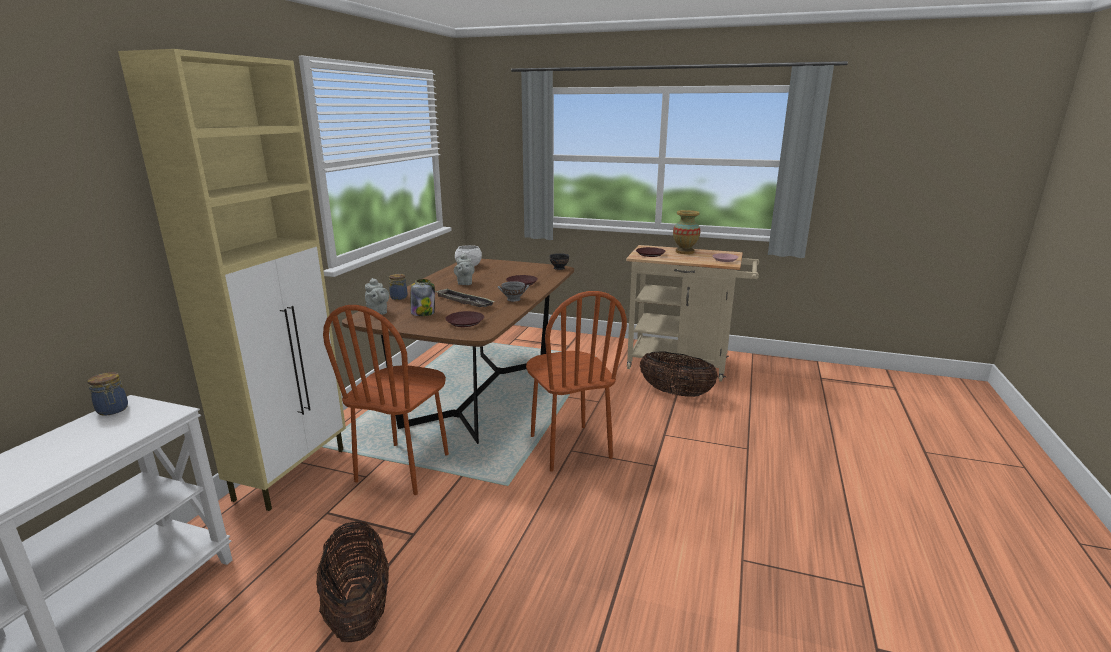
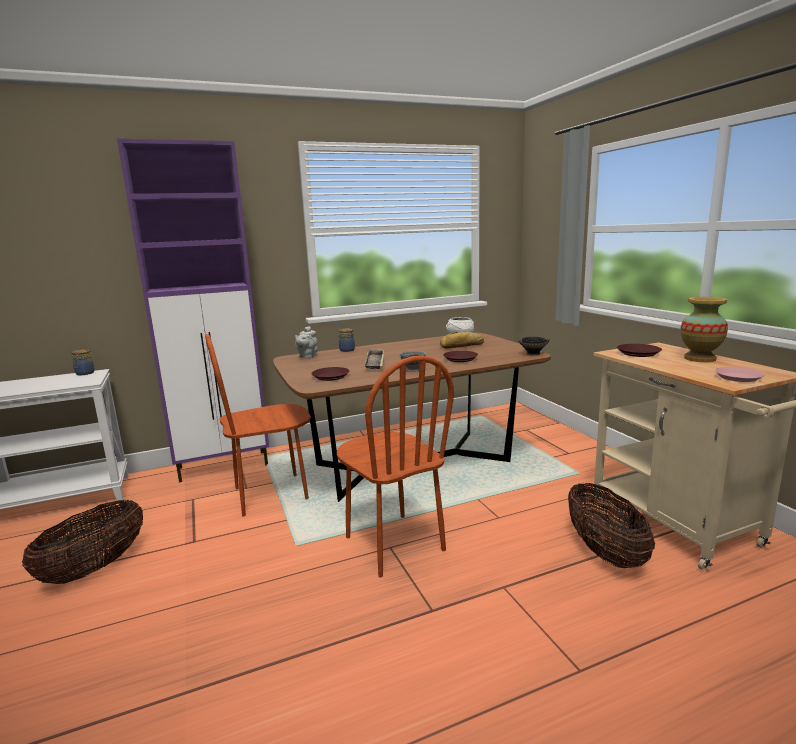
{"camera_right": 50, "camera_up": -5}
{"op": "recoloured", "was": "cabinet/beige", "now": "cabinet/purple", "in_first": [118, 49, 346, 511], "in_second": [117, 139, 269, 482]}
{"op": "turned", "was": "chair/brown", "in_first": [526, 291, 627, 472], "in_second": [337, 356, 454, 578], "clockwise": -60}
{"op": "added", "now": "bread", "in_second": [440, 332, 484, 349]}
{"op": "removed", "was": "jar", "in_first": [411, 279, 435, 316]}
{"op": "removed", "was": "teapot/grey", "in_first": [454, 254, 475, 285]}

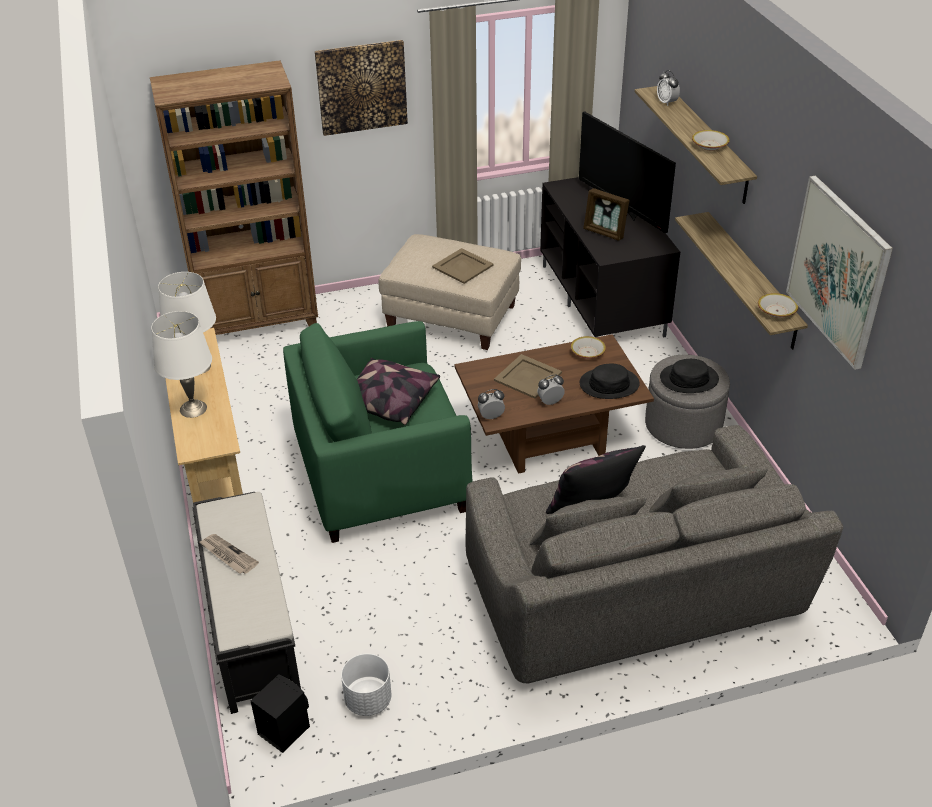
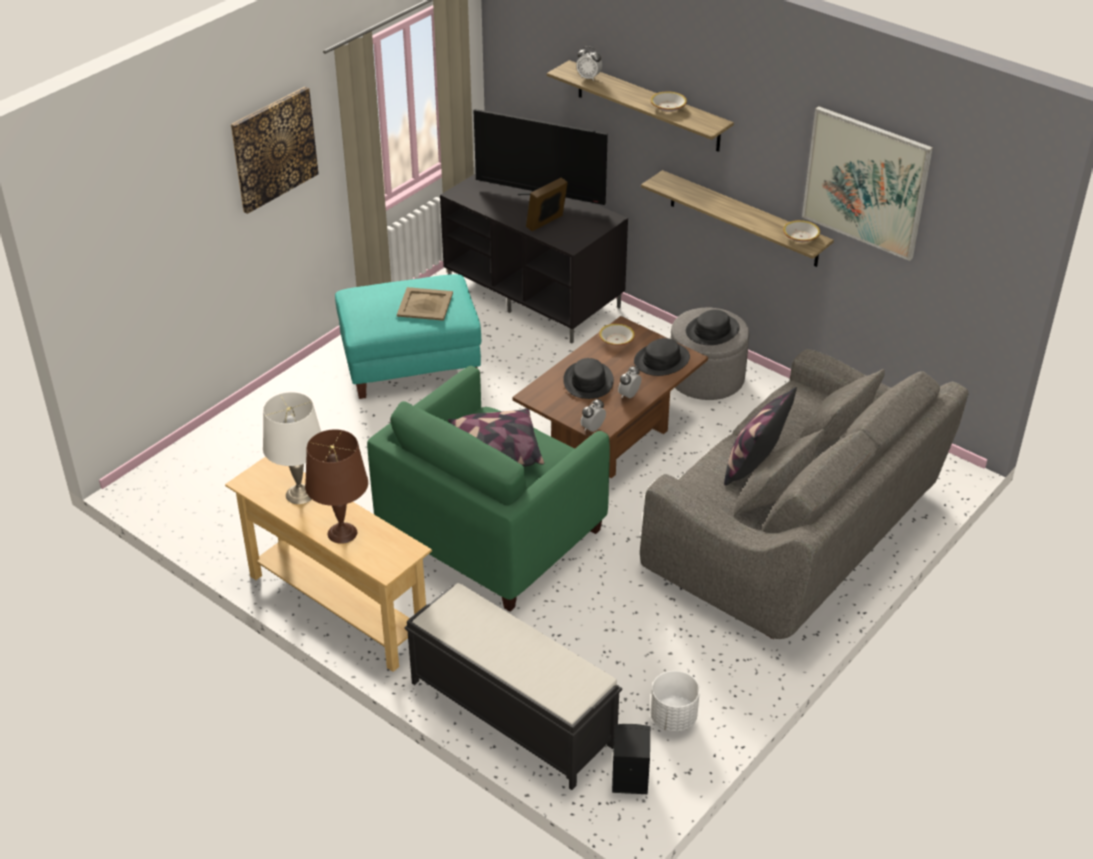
{"camera_right": -35, "camera_up": 0}
{"op": "recoloured", "was": "table lamp/white", "now": "table lamp/brown", "in_first": [151, 311, 212, 418], "in_second": [305, 429, 368, 544]}
{"op": "recoloured", "was": "ottoman/beige", "now": "ottoman/turquoise", "in_first": [379, 234, 521, 350], "in_second": [335, 274, 481, 399]}
{"op": "turned", "was": "picture frame", "in_first": [583, 188, 630, 241], "in_second": [526, 177, 568, 231], "clockwise": 135}
{"op": "replaced", "was": "tray/beige", "now": "hat/black", "in_first": [494, 354, 562, 399], "in_second": [563, 358, 614, 399]}
{"op": "removed", "was": "bookcase/brown", "in_first": [150, 60, 318, 335]}
{"op": "removed", "was": "newspaper", "in_first": [199, 534, 259, 574]}

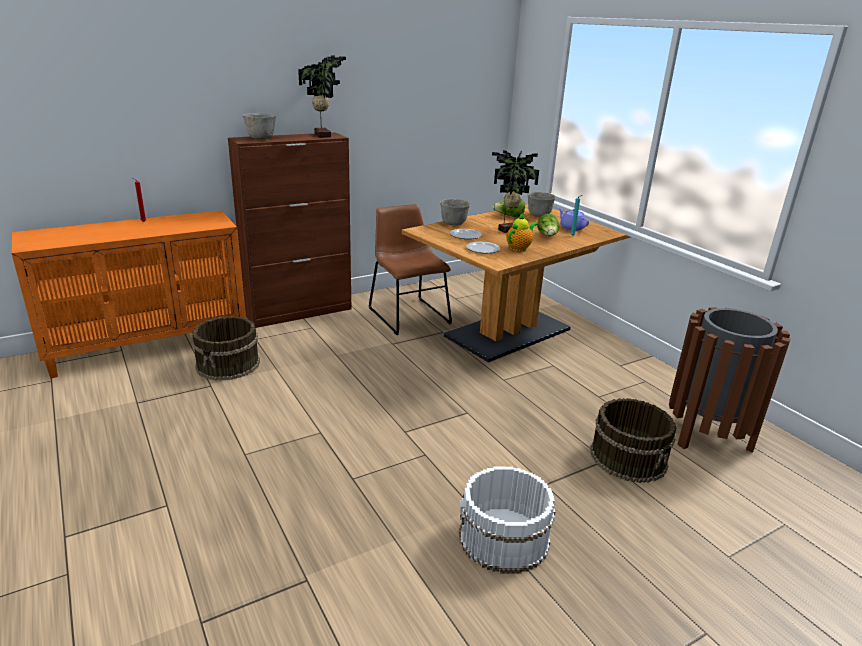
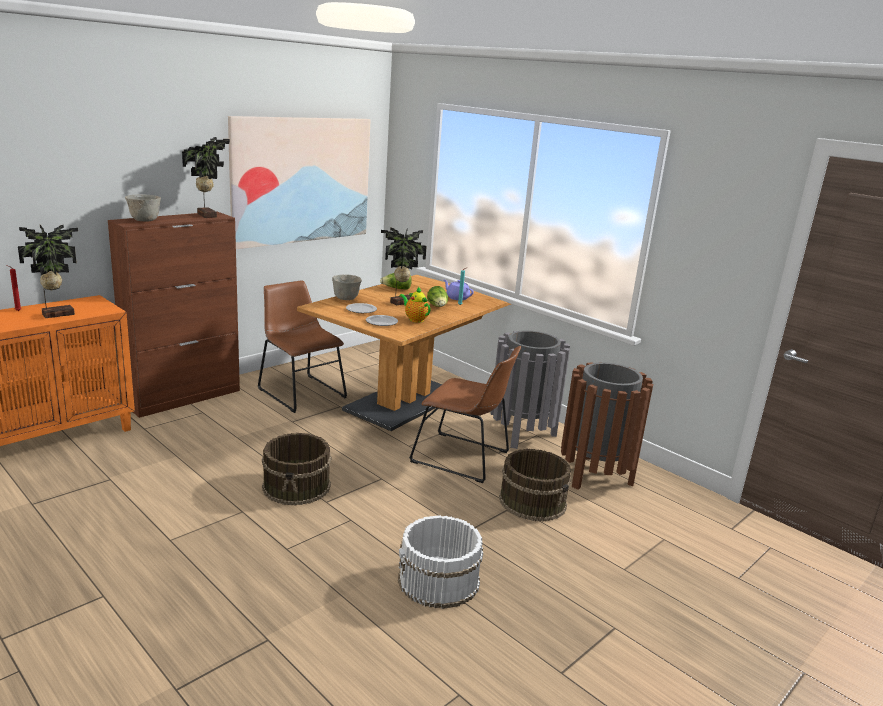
{"camera_right": -15, "camera_up": -5}
{"op": "added", "now": "potted plant", "in_second": [18, 225, 78, 318]}
{"op": "added", "now": "picture", "in_second": [228, 116, 371, 249]}
{"op": "moved", "was": "bucket/brown", "in_first": [192, 316, 260, 381], "in_second": [262, 433, 332, 506]}
{"op": "turned", "was": "teapot", "in_first": [506, 213, 537, 251], "in_second": [399, 286, 430, 323], "clockwise": -75}
{"op": "added", "now": "chair/brown", "in_second": [409, 346, 521, 483]}
{"op": "added", "now": "trash can/grey", "in_second": [490, 331, 570, 449]}
{"op": "removed", "was": "bowl/grey", "in_first": [528, 192, 556, 217]}

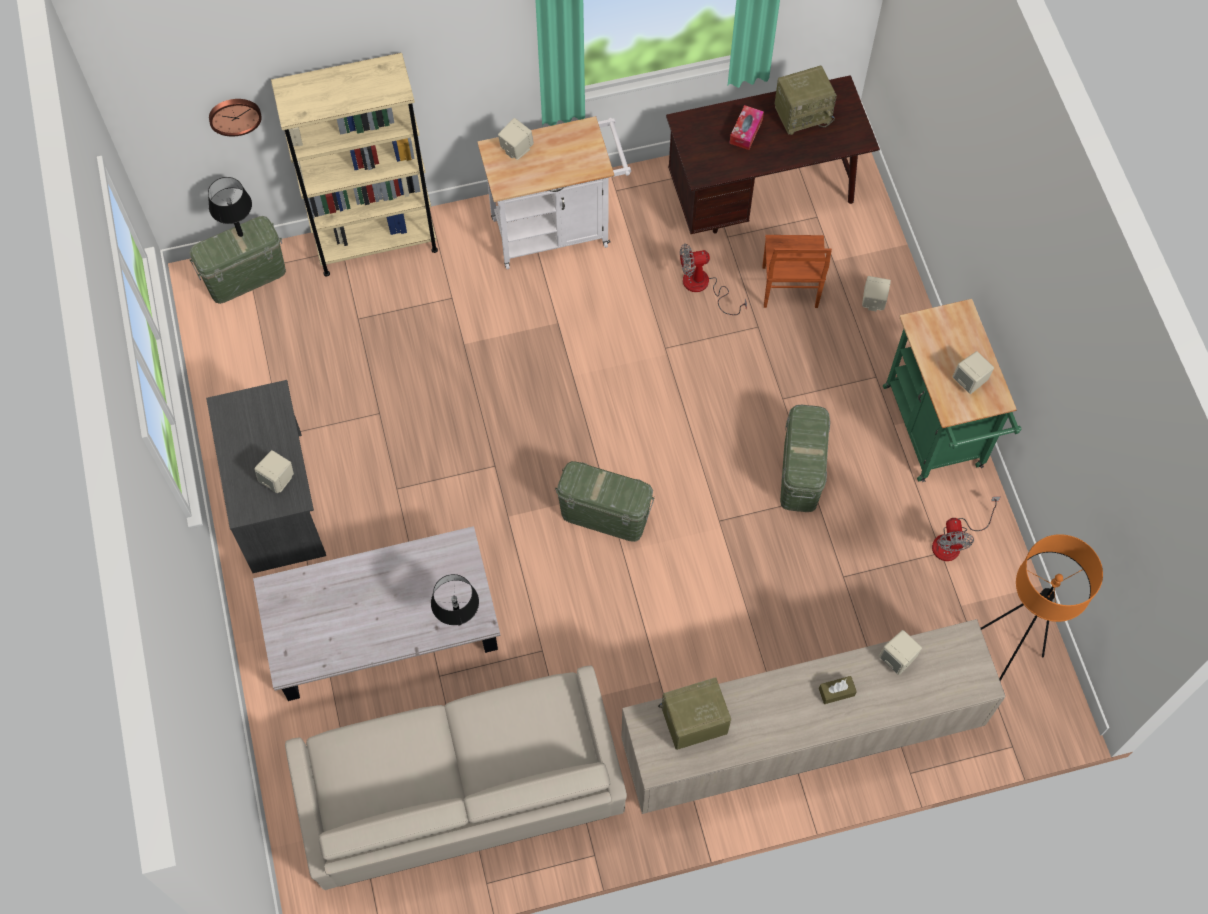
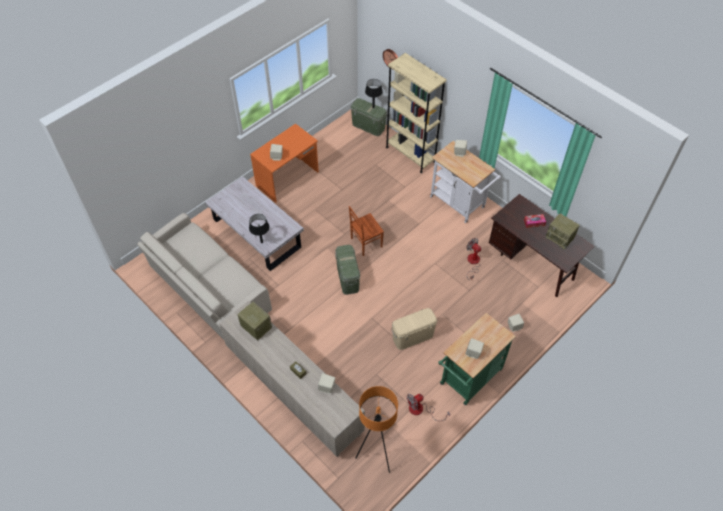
{"camera_right": 60, "camera_up": -10}
{"op": "recoloured", "was": "desk/grey", "now": "desk/orange", "in_first": [206, 380, 326, 573], "in_second": [250, 124, 319, 203]}
{"op": "moved", "was": "chair/brown", "in_first": [762, 235, 832, 308], "in_second": [349, 206, 384, 256]}
{"op": "recoloured", "was": "storage box/green", "now": "storage box/beige", "in_first": [780, 405, 830, 512], "in_second": [391, 308, 438, 350]}

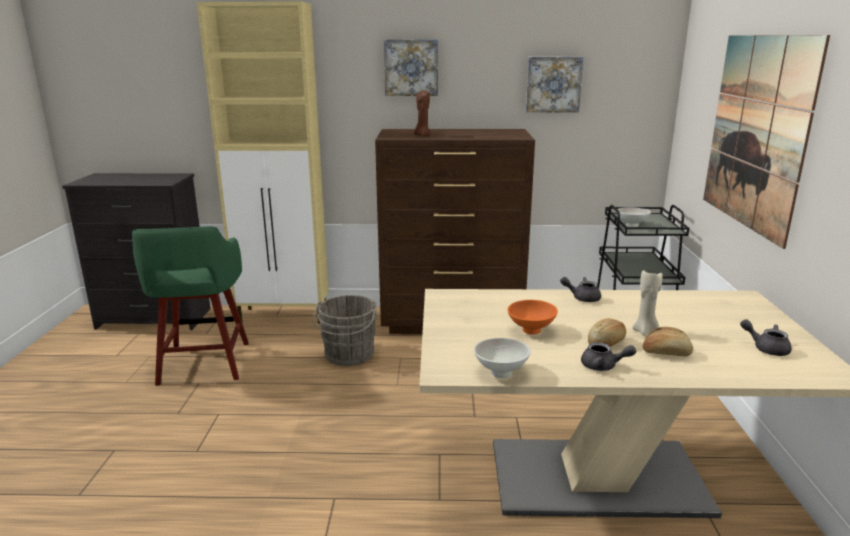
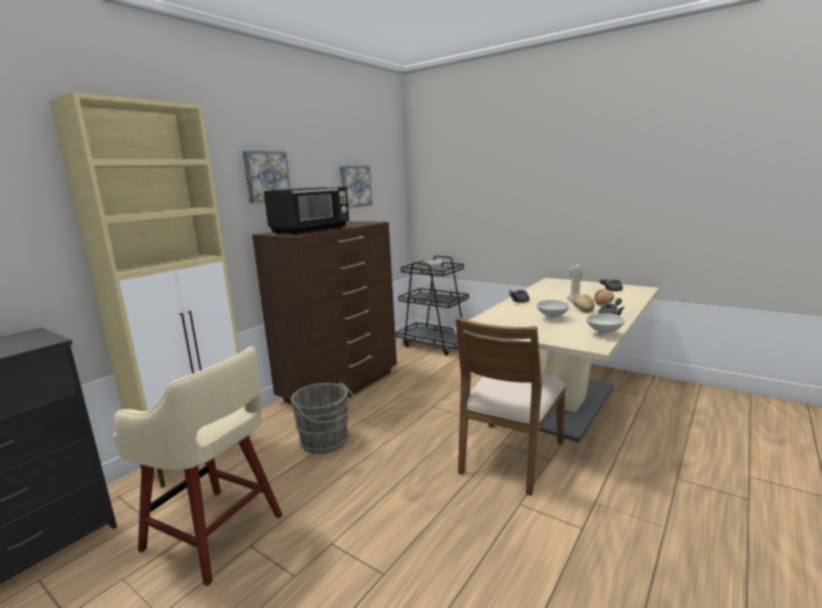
{"camera_right": -55, "camera_up": -5}
{"op": "recoloured", "was": "stool/green", "now": "stool/beige", "in_first": [132, 226, 249, 386], "in_second": [113, 346, 282, 586]}
{"op": "replaced", "was": "candle/brown", "now": "microwave/black", "in_first": [414, 90, 431, 136], "in_second": [264, 187, 349, 235]}
{"op": "added", "now": "chair/brown", "in_second": [456, 317, 566, 496]}
{"op": "recoloured", "was": "bowl/orange", "now": "bowl/white", "in_first": [507, 300, 558, 334], "in_second": [536, 300, 570, 321]}
{"op": "removed", "was": "picture", "in_first": [703, 35, 830, 249]}

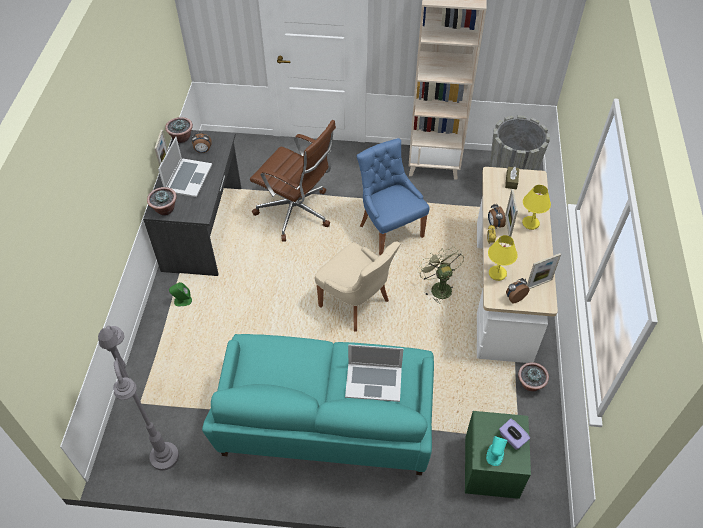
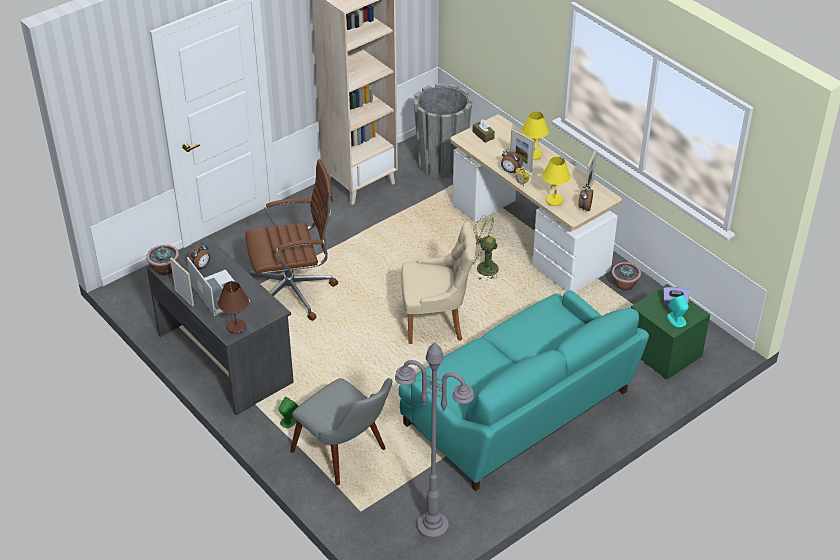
{"camera_right": -45, "camera_up": -10}
{"op": "replaced", "was": "potted plant", "now": "table lamp/brown", "in_first": [147, 187, 177, 216], "in_second": [218, 281, 249, 334]}
{"op": "added", "now": "chair/grey", "in_second": [290, 378, 393, 485]}
{"op": "removed", "was": "laptop", "in_first": [345, 344, 404, 402]}
{"op": "removed", "was": "chair/blue", "in_first": [357, 138, 430, 255]}

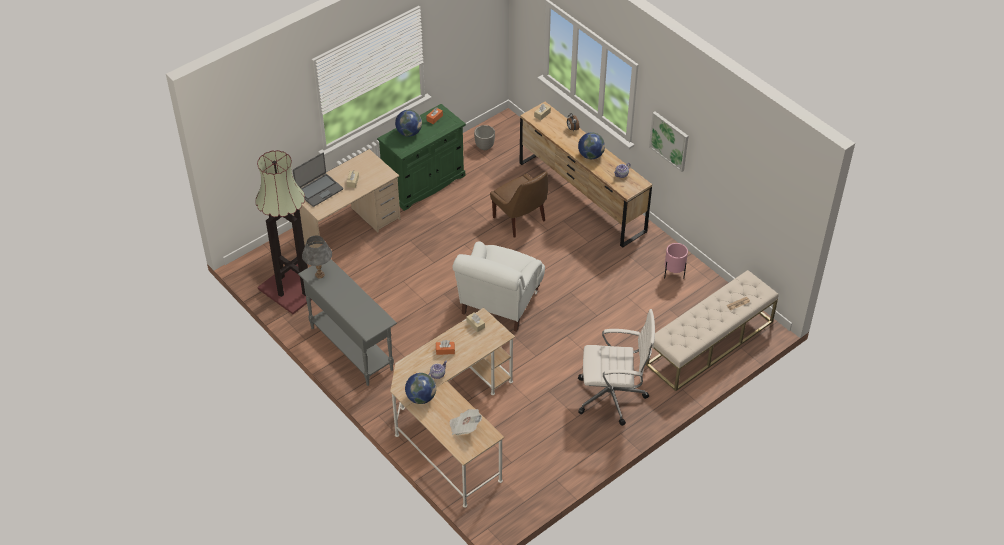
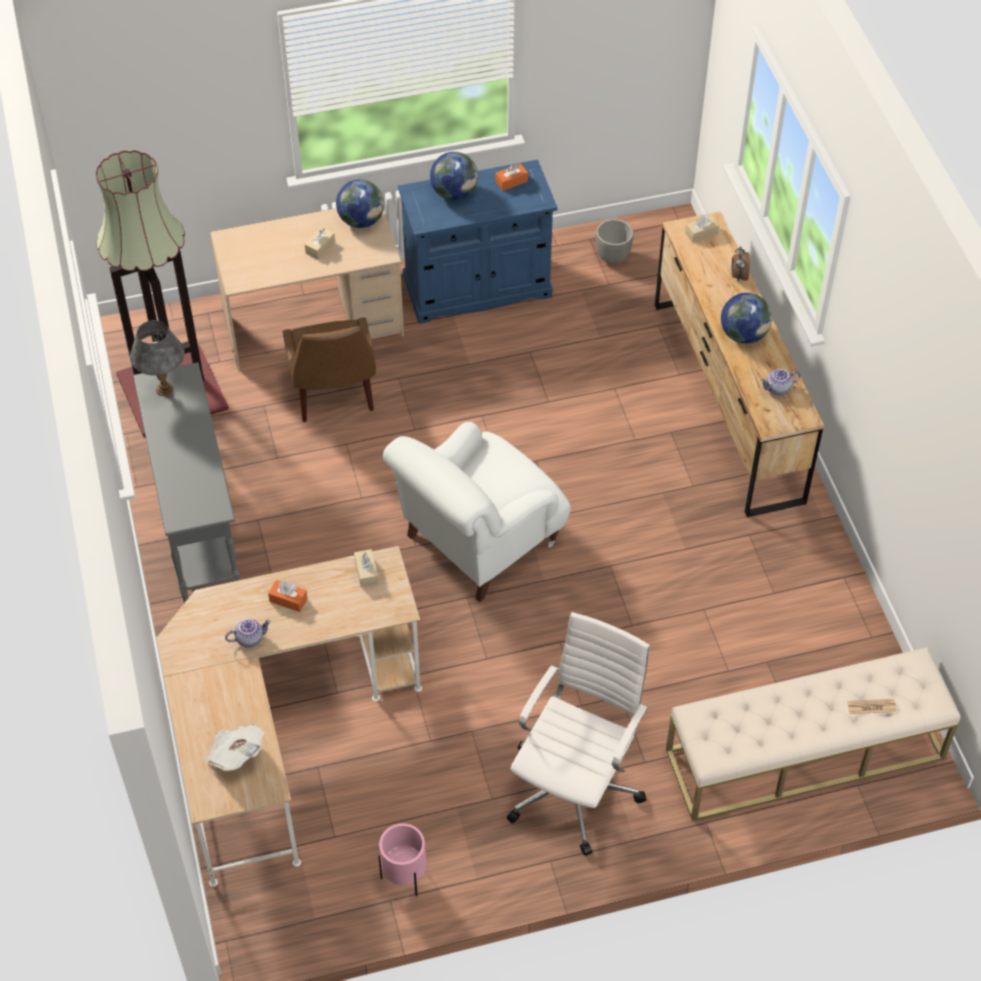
{"camera_right": 25, "camera_up": 5}
{"op": "moved", "was": "chair/brown", "in_first": [490, 171, 548, 237], "in_second": [282, 318, 376, 422]}
{"op": "moved", "was": "globe", "in_first": [405, 373, 436, 404], "in_second": [336, 179, 384, 228]}
{"op": "moved", "was": "planter/pink", "in_first": [664, 243, 688, 279], "in_second": [378, 823, 426, 896]}
{"op": "recoloured", "was": "cabinet/green", "now": "cabinet/blue", "in_first": [377, 104, 466, 211], "in_second": [398, 160, 558, 324]}
{"op": "turned", "was": "office chair/white", "in_first": [578, 309, 655, 426], "in_second": [507, 612, 650, 856], "clockwise": -90}
{"op": "removed", "was": "laptop", "in_first": [293, 153, 343, 207]}
{"op": "removed", "was": "picture", "in_first": [649, 112, 688, 172]}

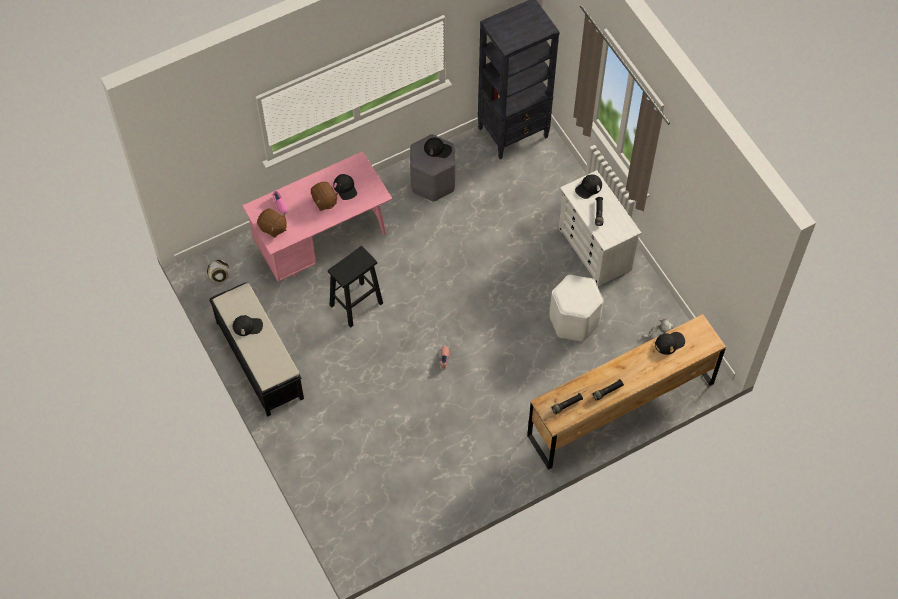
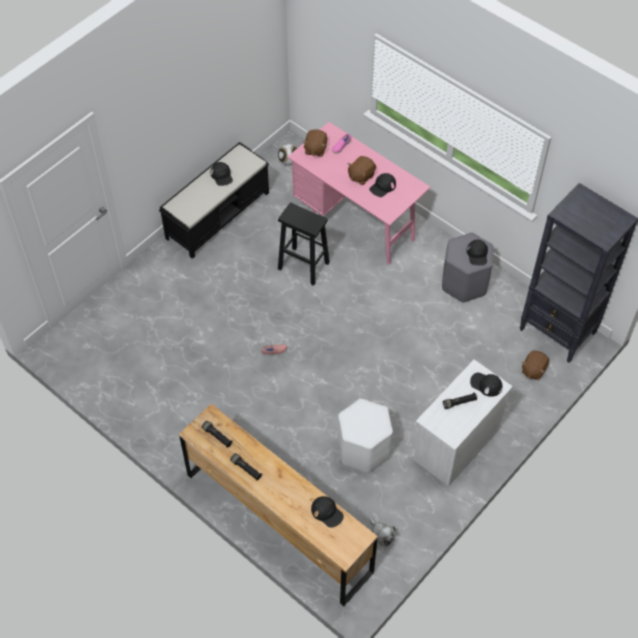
{"camera_right": 70, "camera_up": -5}
{"op": "added", "now": "plush toy/brown", "in_second": [522, 351, 549, 380]}

